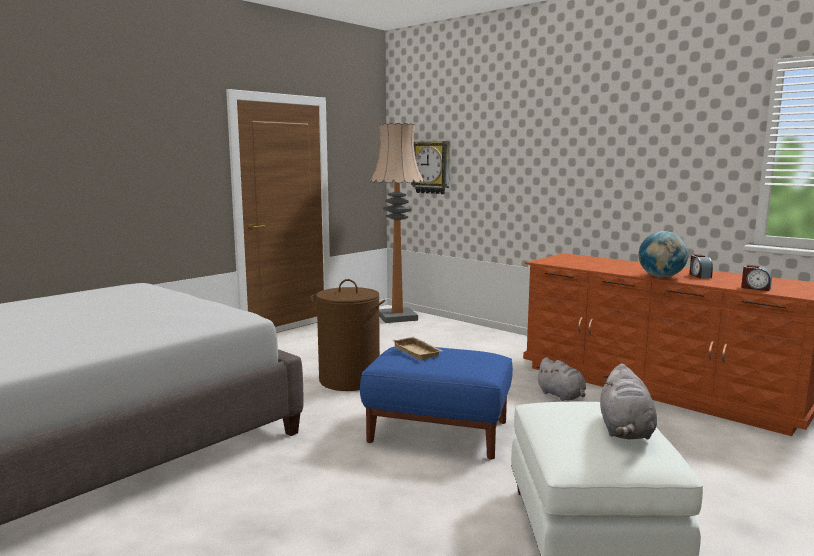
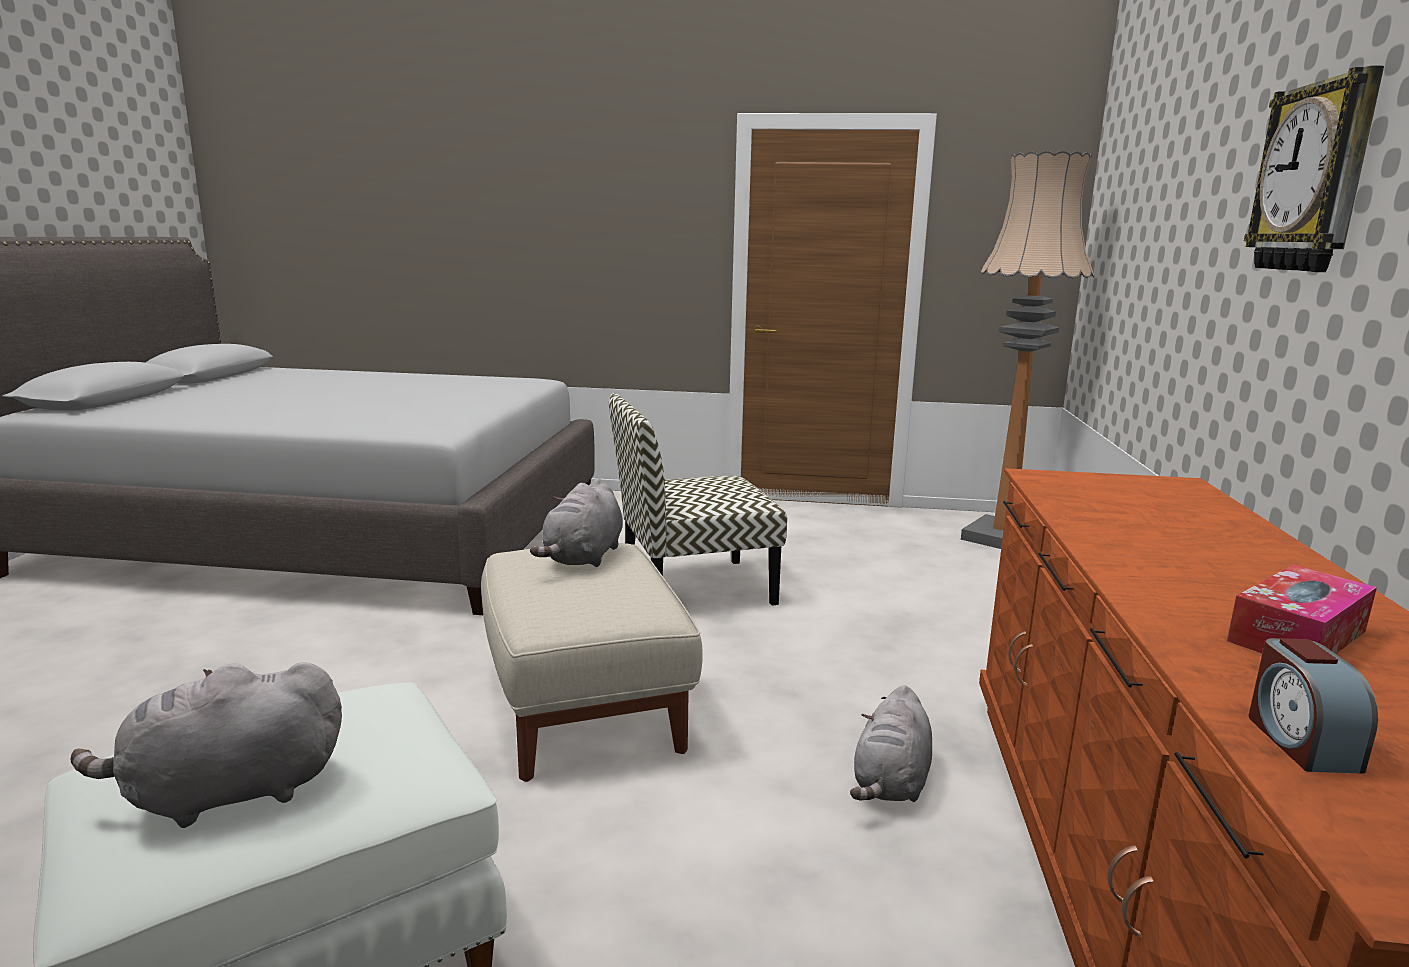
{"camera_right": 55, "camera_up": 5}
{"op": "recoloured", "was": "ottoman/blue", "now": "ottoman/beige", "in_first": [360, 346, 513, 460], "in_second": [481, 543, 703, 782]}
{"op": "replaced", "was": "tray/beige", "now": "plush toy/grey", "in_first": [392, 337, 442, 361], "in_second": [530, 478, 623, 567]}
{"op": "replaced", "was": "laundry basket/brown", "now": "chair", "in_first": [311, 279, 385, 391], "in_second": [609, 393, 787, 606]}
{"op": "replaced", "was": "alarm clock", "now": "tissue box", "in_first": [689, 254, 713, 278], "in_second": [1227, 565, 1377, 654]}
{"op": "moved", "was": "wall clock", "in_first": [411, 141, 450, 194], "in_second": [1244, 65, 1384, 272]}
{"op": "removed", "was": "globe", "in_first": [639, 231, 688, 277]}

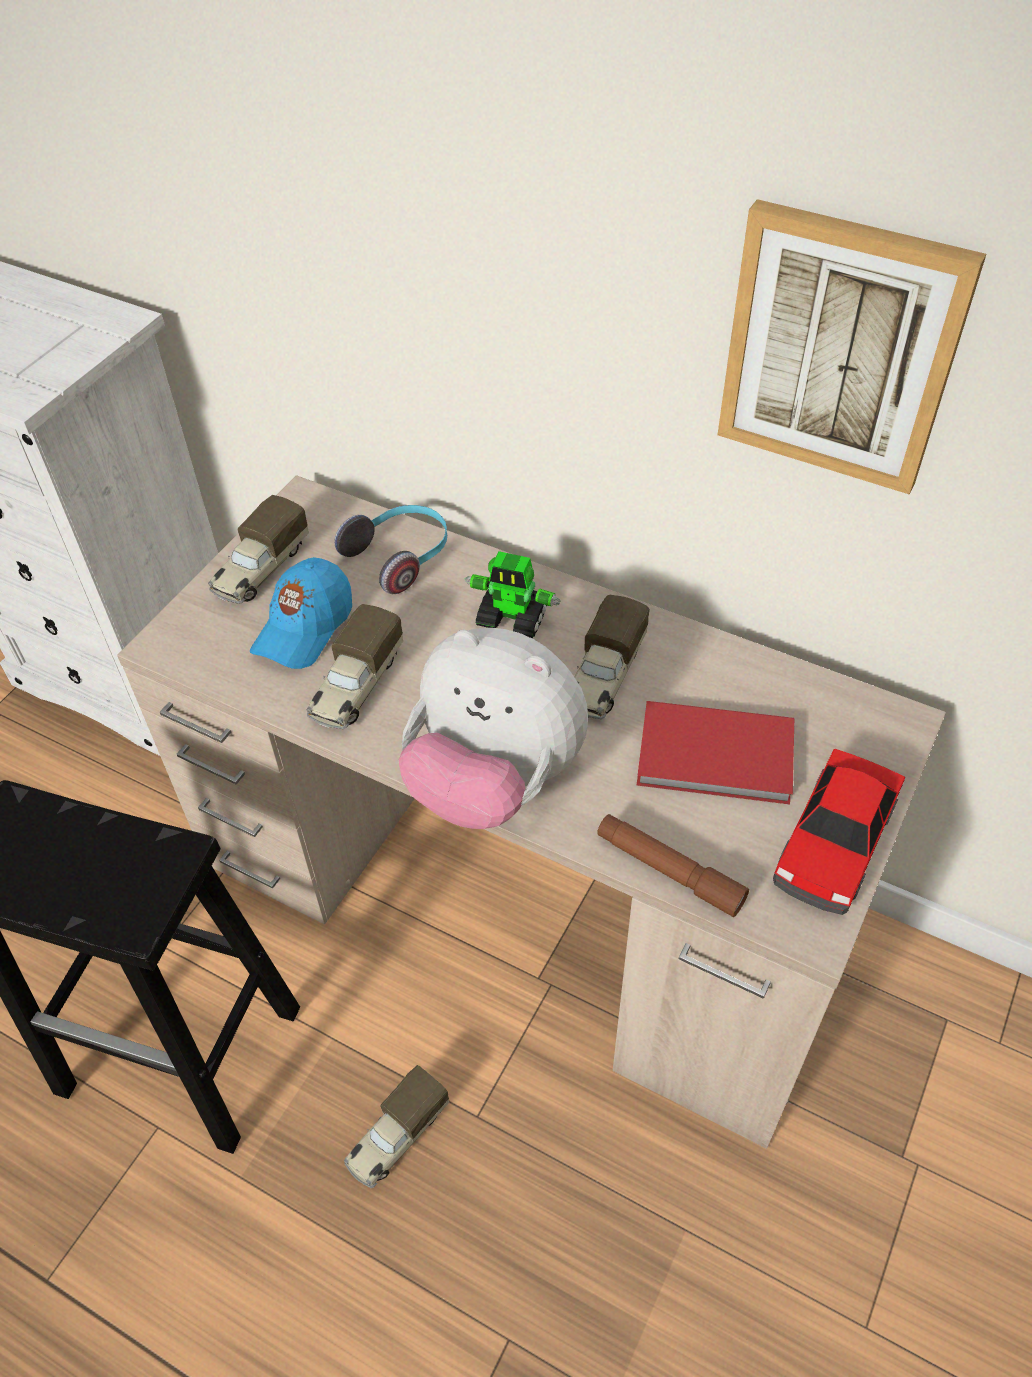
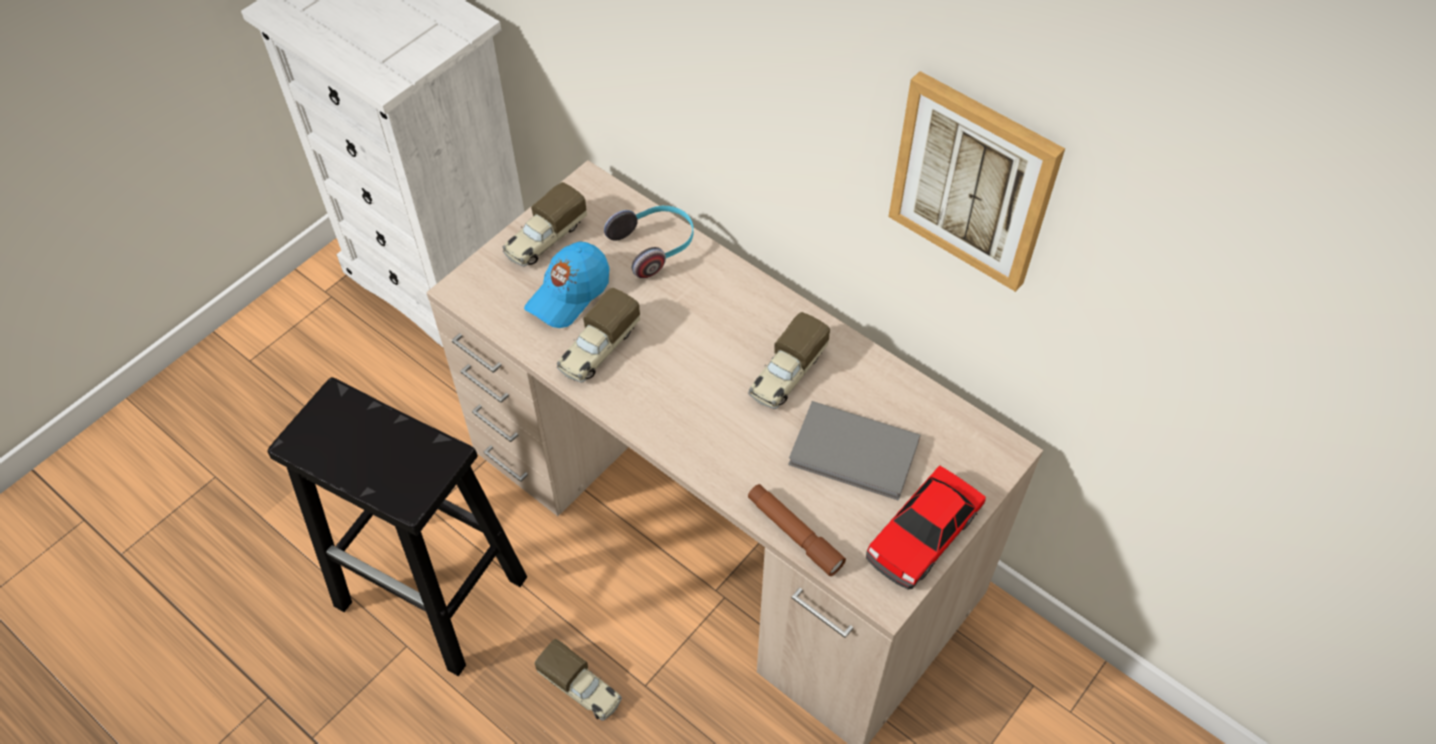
{"camera_right": 10, "camera_up": 5}
{"op": "turned", "was": "toy truck", "in_first": [344, 1065, 449, 1188], "in_second": [534, 639, 622, 721], "clockwise": -105}
{"op": "recoloured", "was": "book/red", "now": "book/grey", "in_first": [637, 701, 794, 805], "in_second": [788, 401, 920, 501]}
{"op": "removed", "was": "plush toy", "in_first": [398, 628, 588, 829]}
{"op": "removed", "was": "toy robot", "in_first": [465, 551, 561, 639]}

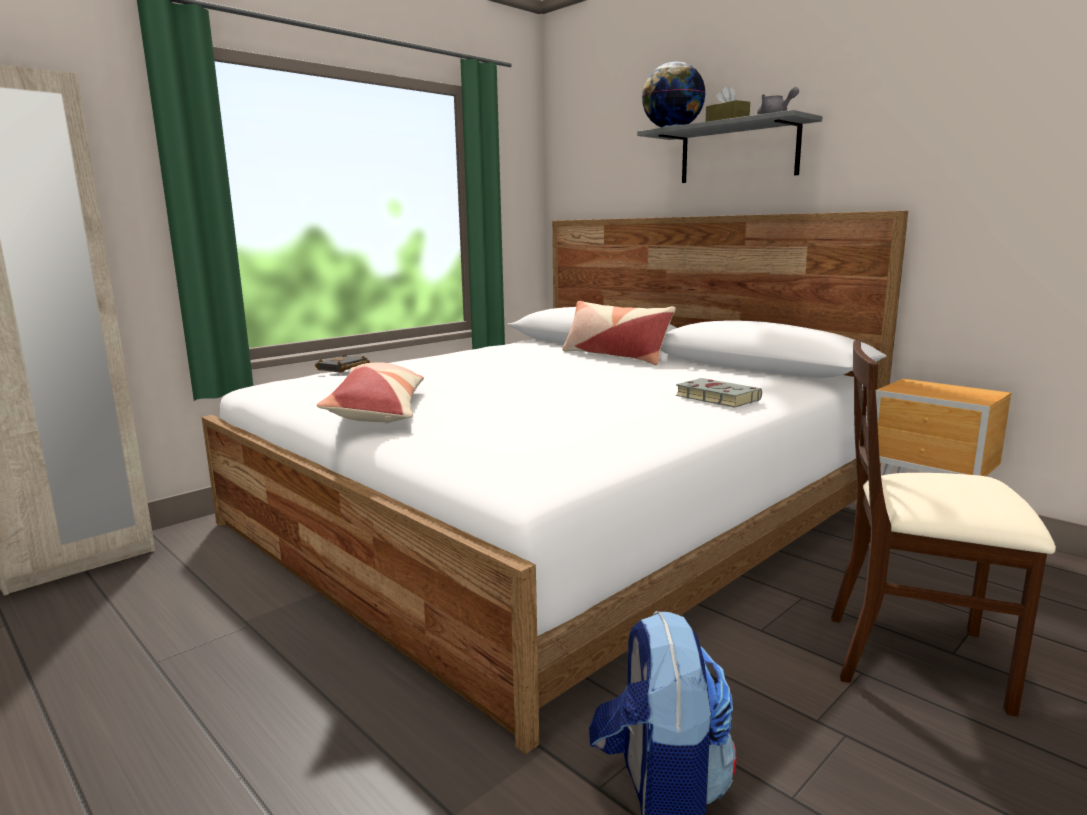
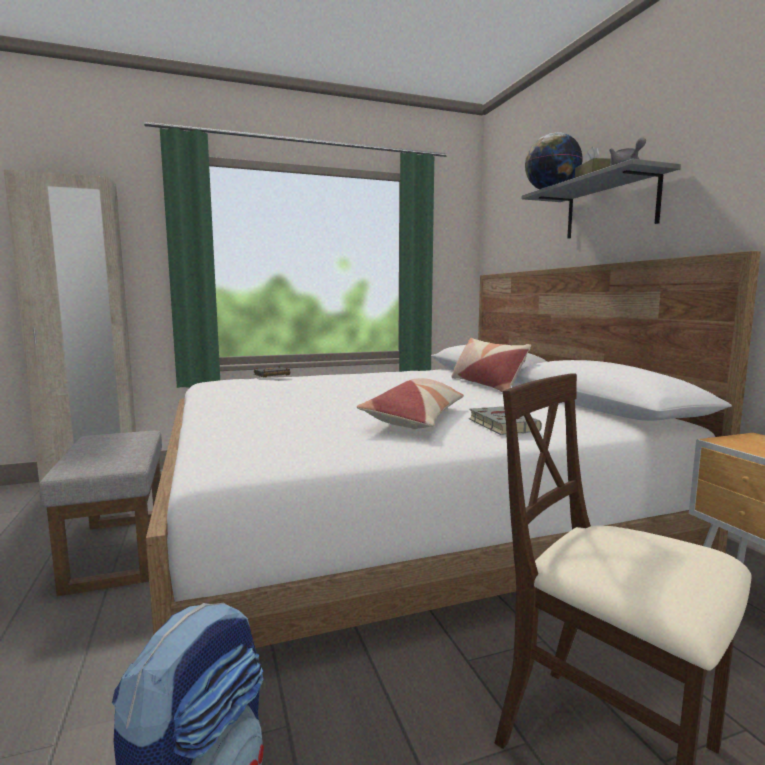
{"camera_right": 25, "camera_up": -5}
{"op": "added", "now": "ottoman/grey", "in_second": [39, 430, 162, 597]}
{"op": "moved", "was": "pillow", "in_first": [317, 362, 424, 423], "in_second": [357, 378, 464, 429]}

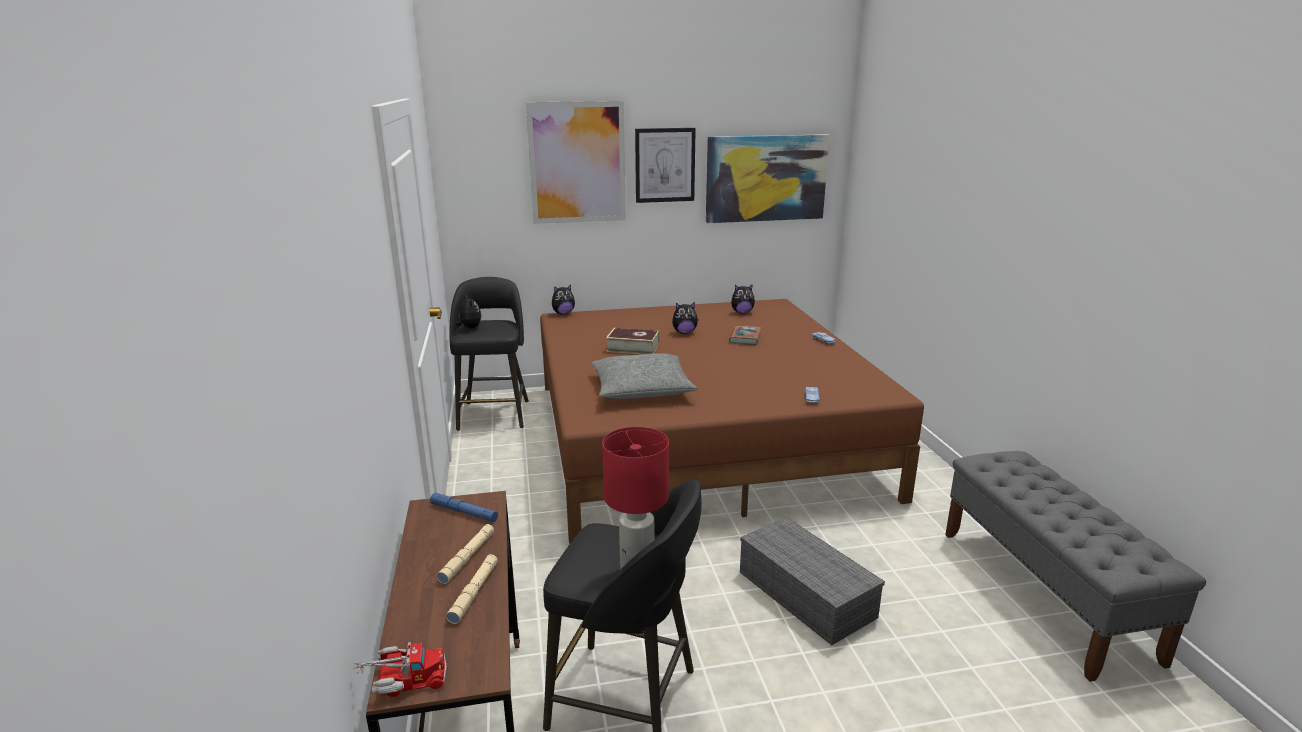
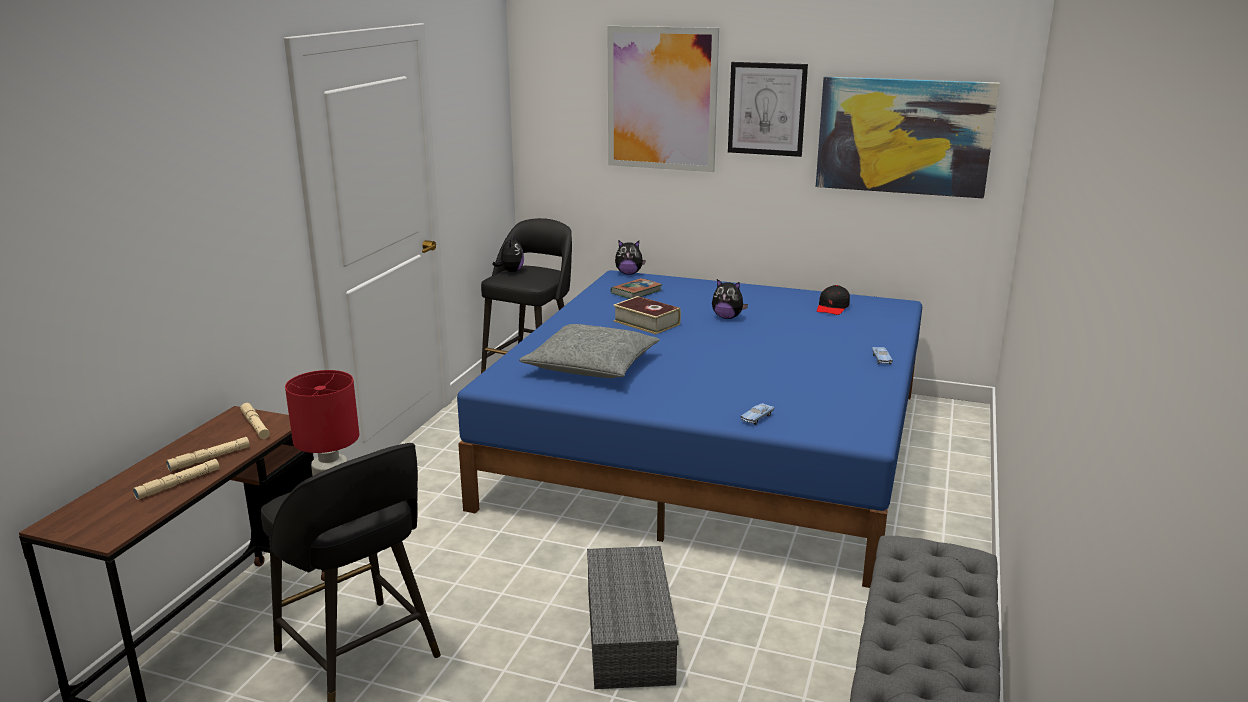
{"camera_right": 30, "camera_up": 0}
{"op": "recoloured", "was": "flashlight/blue", "now": "flashlight/beige", "in_first": [430, 493, 498, 522], "in_second": [240, 403, 270, 439]}
{"op": "recoloured", "was": "bed/brown", "now": "bed/blue", "in_first": [540, 299, 924, 544], "in_second": [457, 270, 922, 588]}
{"op": "moved", "was": "book", "in_first": [729, 326, 761, 345], "in_second": [611, 278, 662, 299]}
{"op": "replaced", "was": "plush toy", "now": "cap/black", "in_first": [731, 284, 755, 313], "in_second": [817, 285, 850, 315]}
{"op": "removed", "was": "toy truck", "in_first": [352, 642, 447, 697]}

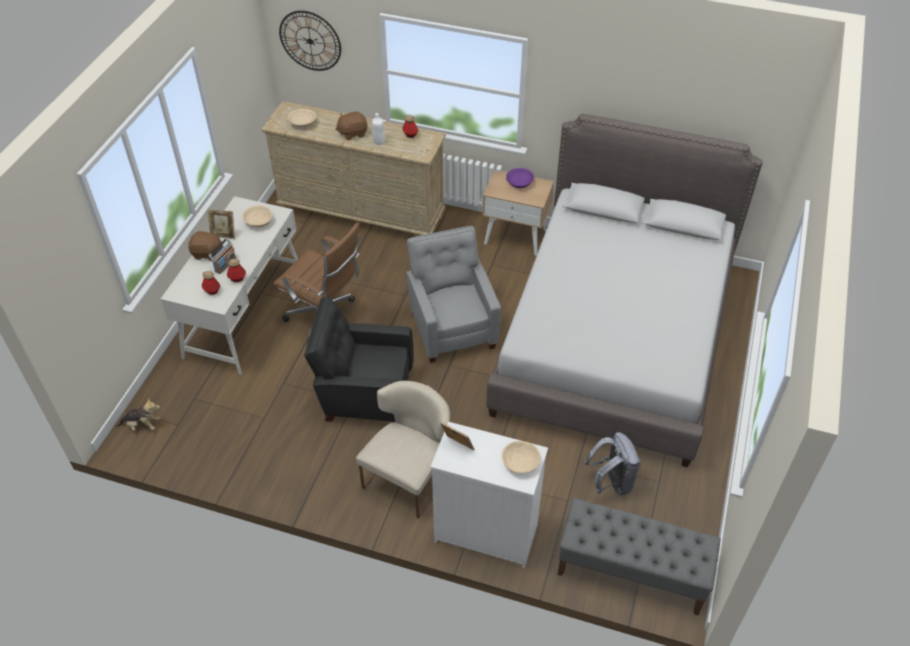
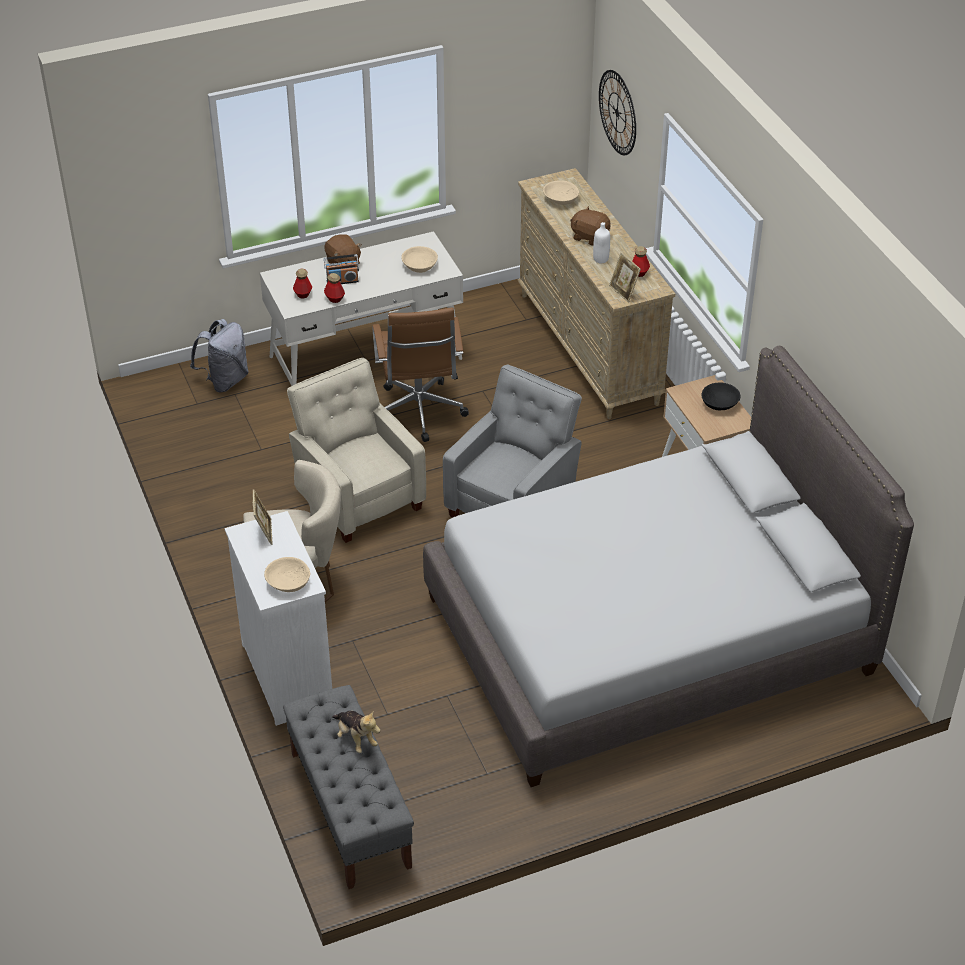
{"camera_right": 50, "camera_up": -5}
{"op": "moved", "was": "backpack/grey", "in_first": [585, 432, 641, 495], "in_second": [190, 319, 249, 392]}
{"op": "recoloured", "was": "armchair/black", "now": "armchair/beige", "in_first": [304, 297, 414, 423], "in_second": [287, 358, 426, 543]}
{"op": "moved", "was": "plush toy", "in_first": [116, 398, 160, 431], "in_second": [332, 711, 381, 753]}
{"op": "moved", "was": "picture frame", "in_first": [207, 209, 235, 239], "in_second": [609, 252, 641, 302]}
{"op": "recoloured", "was": "bowl/purple", "now": "bowl/black", "in_first": [506, 168, 534, 188], "in_second": [702, 383, 740, 410]}

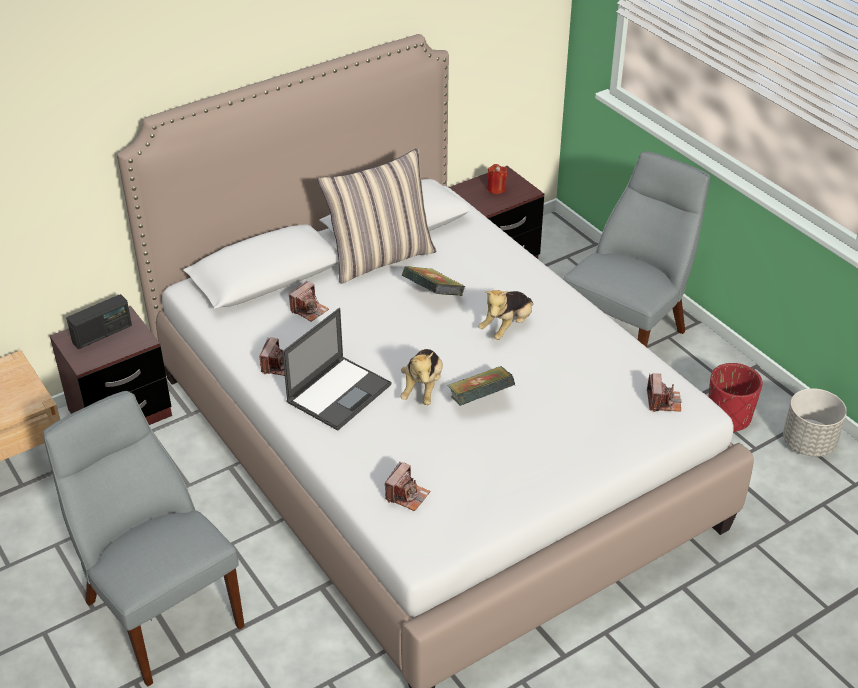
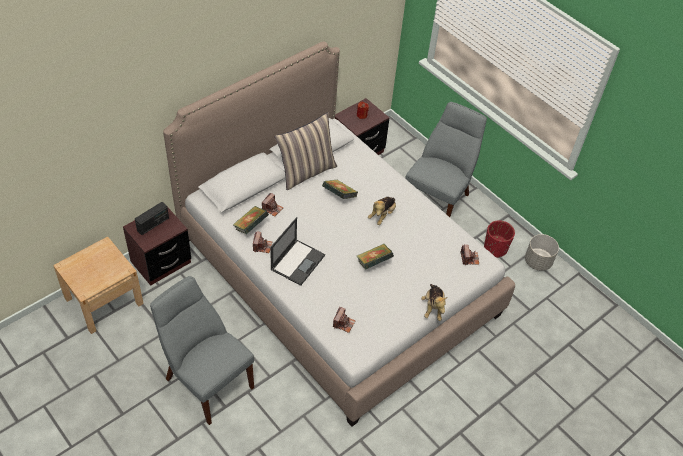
{"camera_right": -10, "camera_up": 10}
{"op": "added", "now": "book", "in_second": [233, 206, 269, 234]}
{"op": "moved", "was": "plush toy", "in_first": [400, 349, 443, 405], "in_second": [421, 284, 447, 321]}

